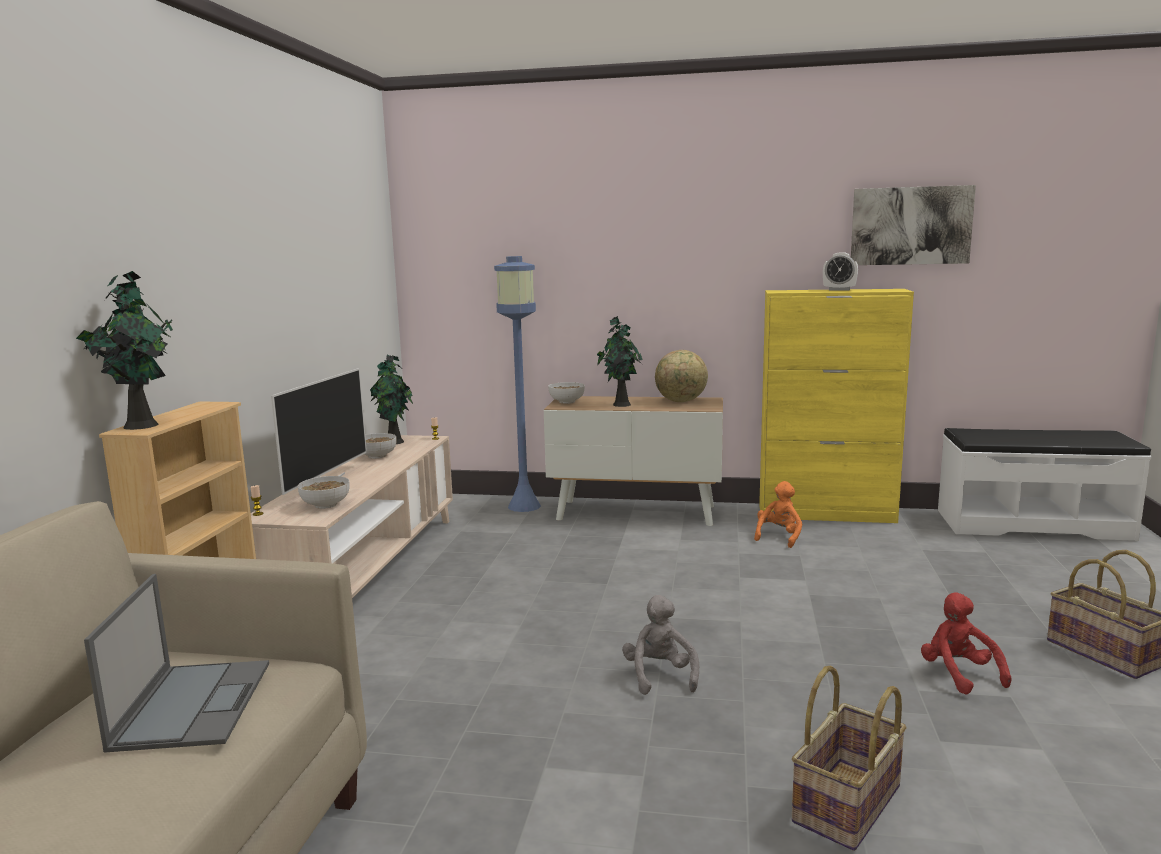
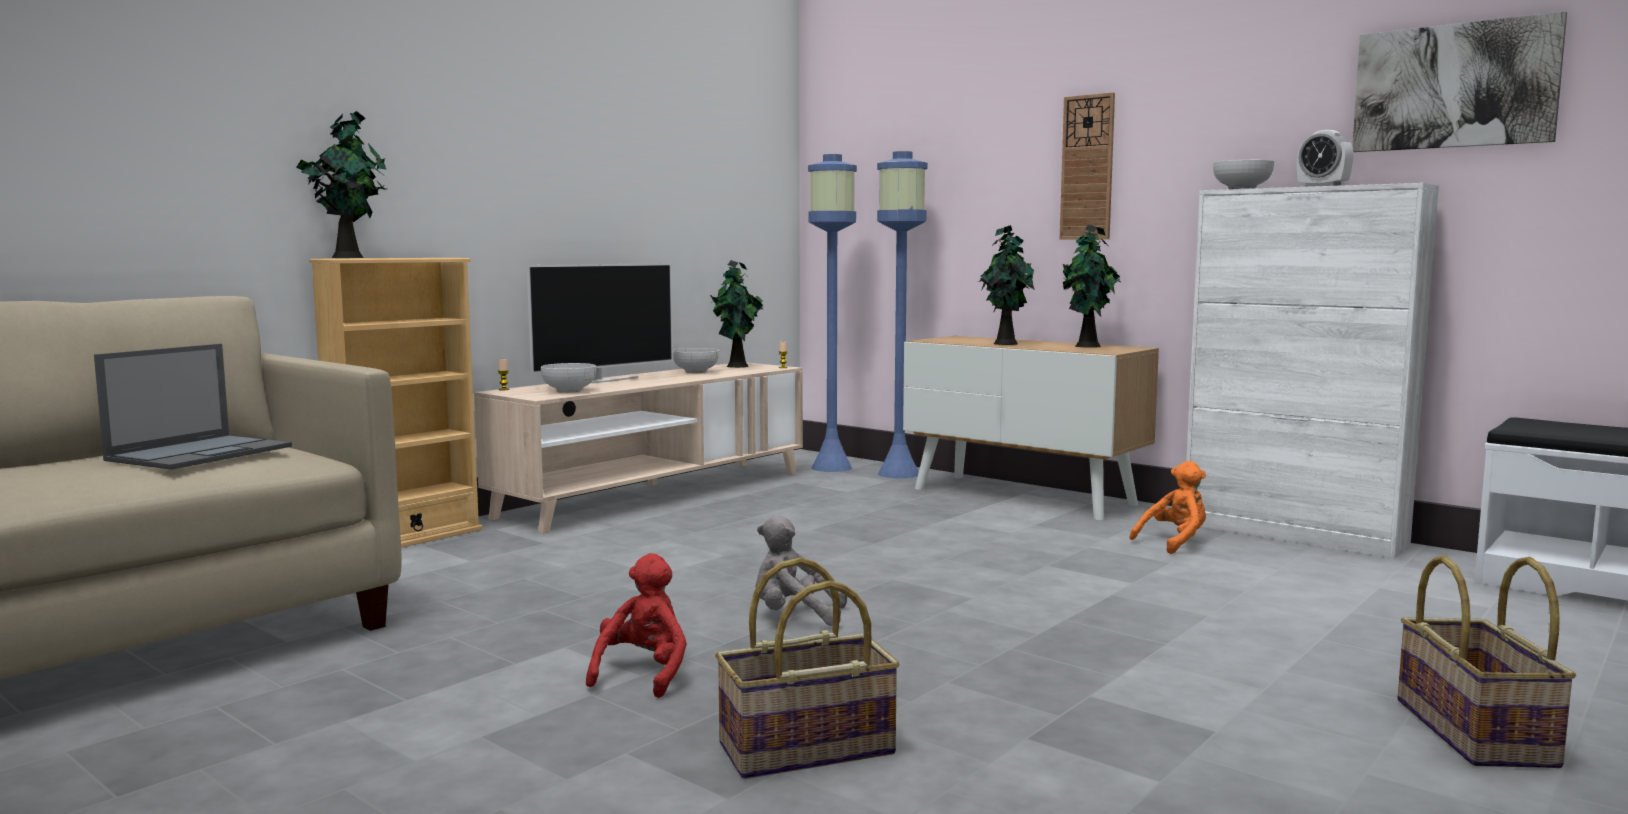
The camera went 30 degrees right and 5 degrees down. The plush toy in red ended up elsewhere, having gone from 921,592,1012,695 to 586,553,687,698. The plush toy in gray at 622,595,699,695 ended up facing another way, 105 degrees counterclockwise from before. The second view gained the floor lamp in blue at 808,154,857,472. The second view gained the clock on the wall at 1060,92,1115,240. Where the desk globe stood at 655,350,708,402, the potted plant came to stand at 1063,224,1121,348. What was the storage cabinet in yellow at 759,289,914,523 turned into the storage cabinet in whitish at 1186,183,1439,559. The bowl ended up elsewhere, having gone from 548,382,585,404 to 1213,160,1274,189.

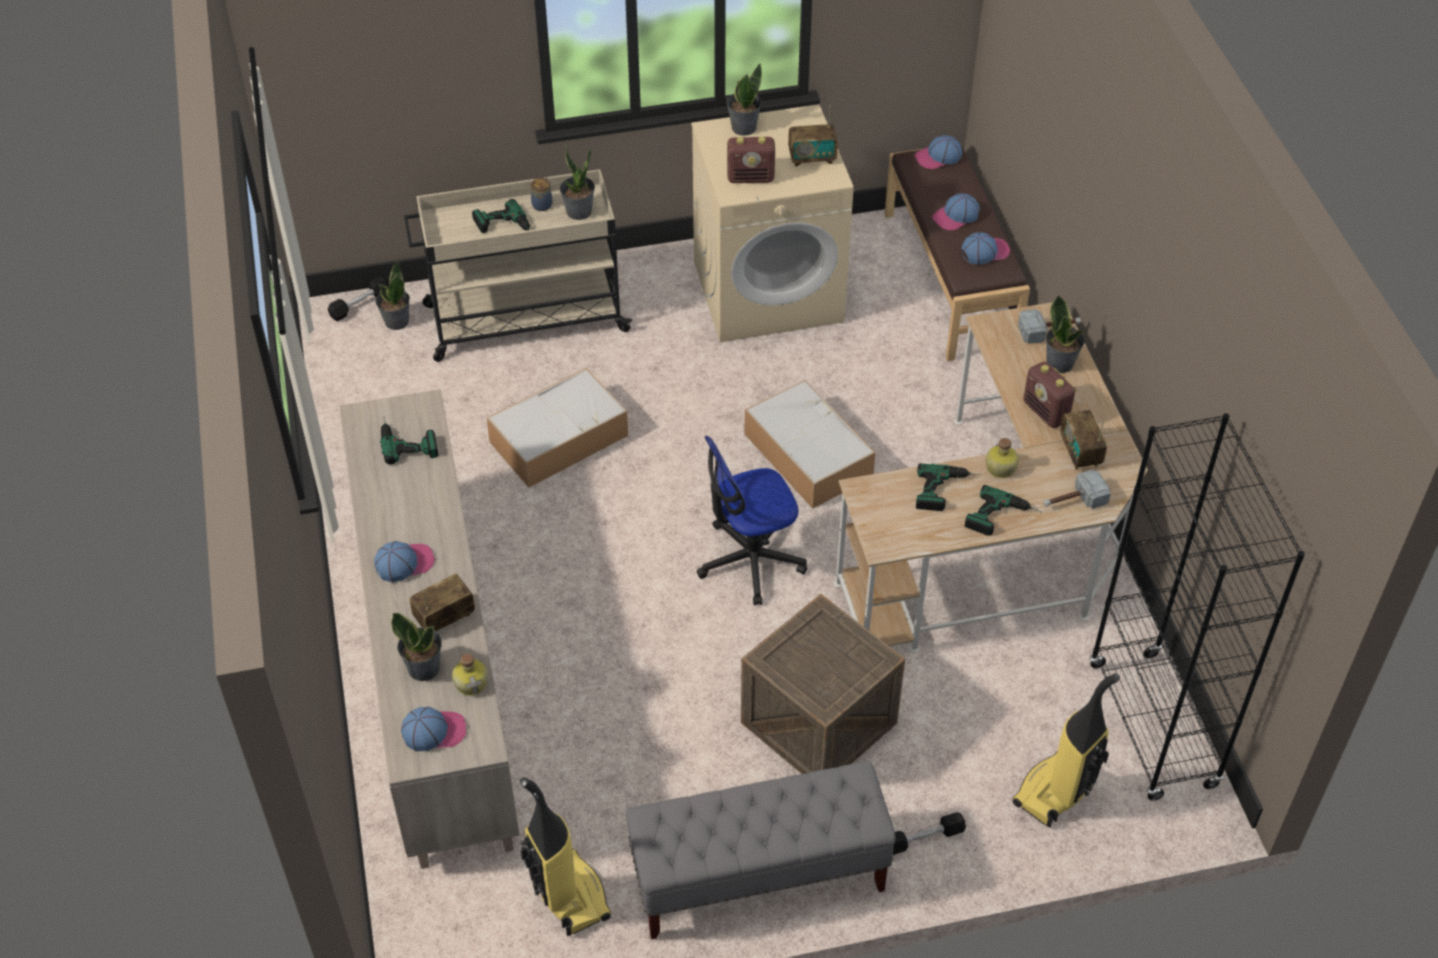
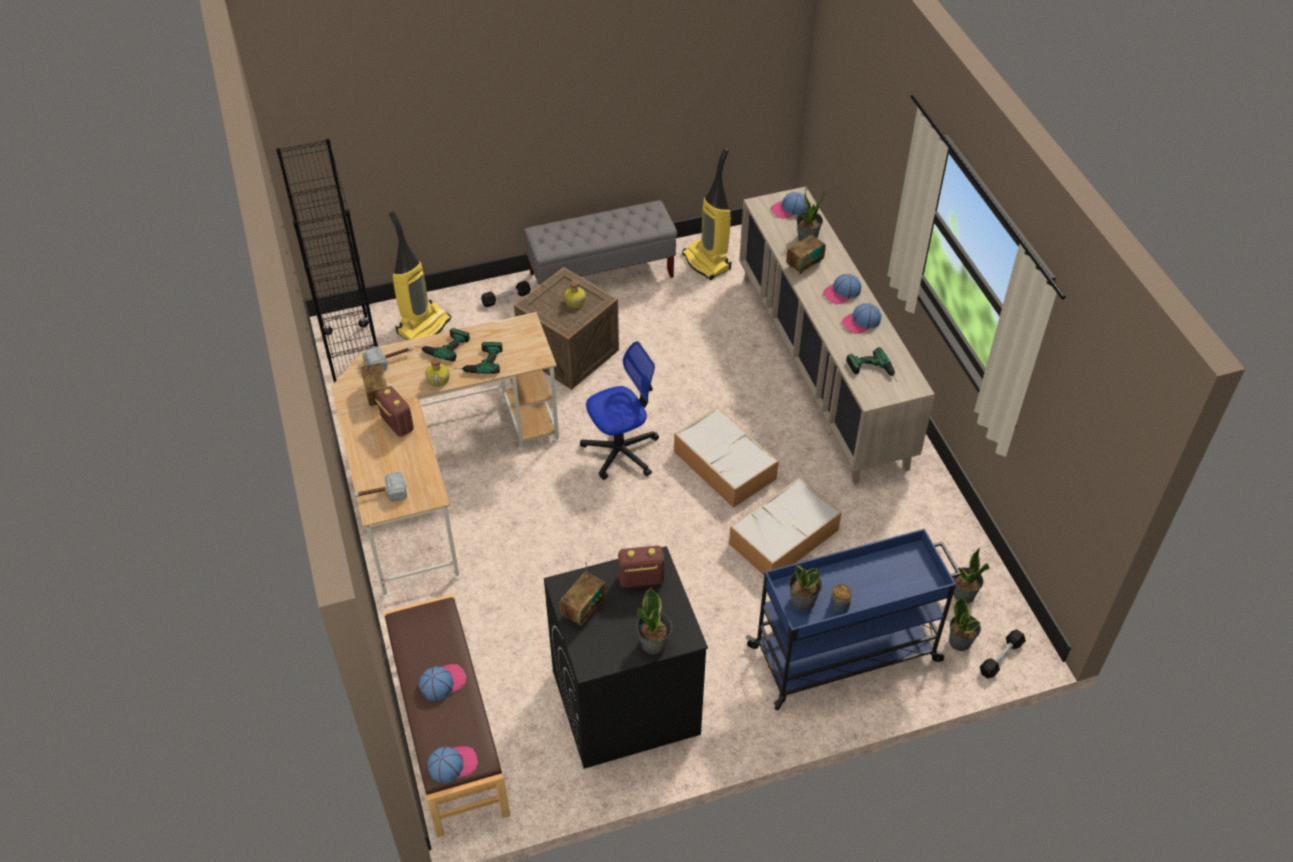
The camera went 175 degrees right and 0 degrees up. What was the laundry appliance in beige-coloured at 691,104,854,342 turned into the laundry appliance in blackish at 544,546,708,769. The radio set at 788,106,838,166 ended up facing another way, 135 degrees clockwise from before. The beverage bottle ended up elsewhere, having gone from 452,653,488,696 to 564,281,586,308. The storage container ended up elsewhere, having gone from 744,380,876,509 to 674,407,779,508. What was the wheeled cart in beige-coloured at 404,169,633,362 turned into the wheeled cart in blue at 745,529,961,710. The baseball cap ended up elsewhere, having gone from 961,232,1010,265 to 842,303,882,334. The potted plant ended up elsewhere, having gone from 1046,295,1085,373 to 953,548,989,604. The second view lost the drill at 472,199,530,233.

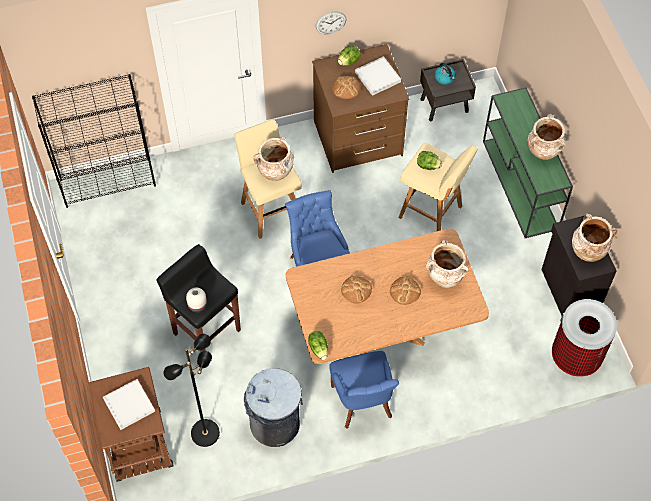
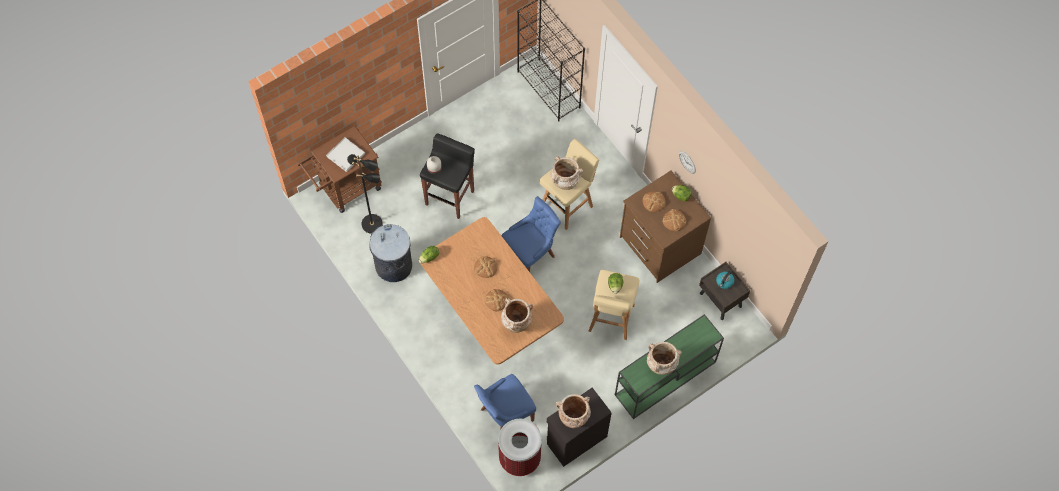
The camera went 70 degrees right and 5 degrees up. The upright chair in blue ended up elsewhere, having gone from 330,351,399,429 to 474,374,536,430. Where the serving tray in whitish stood at 355,56,401,96, the baked bread came to stand at 663,209,686,231.

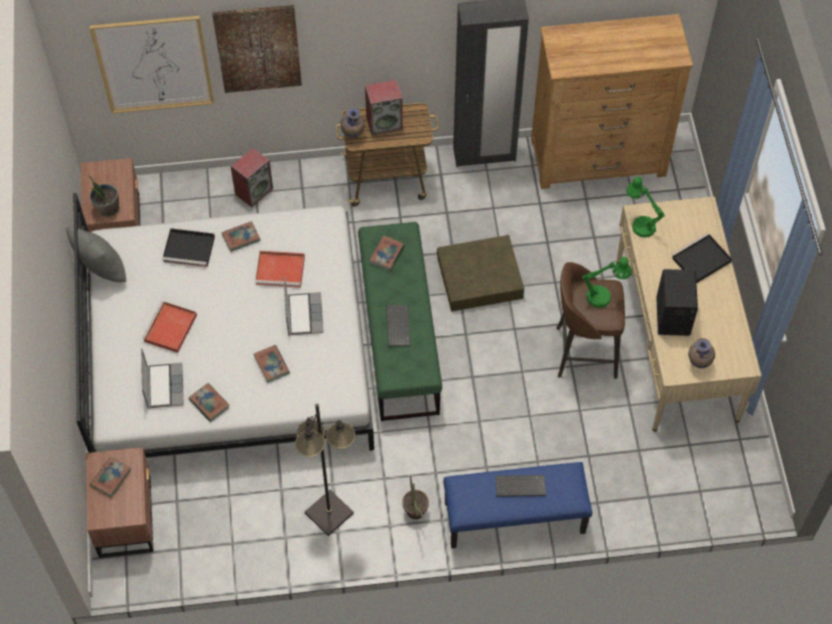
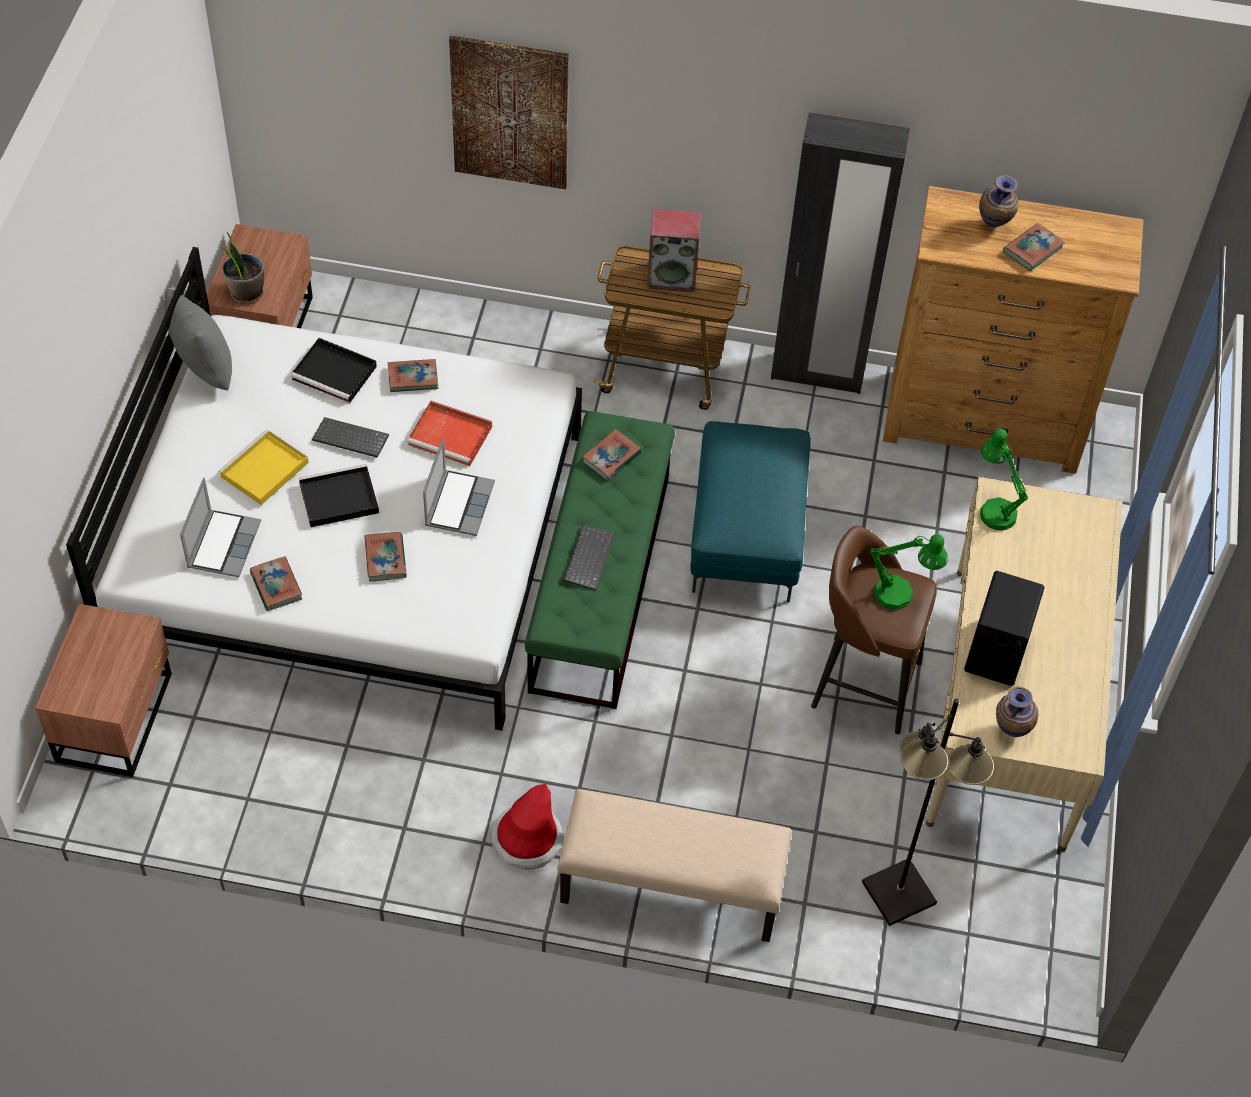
The camera went 15 degrees right and 5 degrees down. What was the serving tray in red at 142,301,197,353 turned into the serving tray in yellow at 219,430,309,505. The serving tray in blackish ended up elsewhere, having gone from 672,233,732,283 to 299,464,379,527. The computer keyboard ended up elsewhere, having gone from 495,475,546,497 to 312,417,389,458. Where the potted plant stood at 402,475,429,519, the clothing hat came to stand at 491,784,564,870. What was the long seat in blue at 443,462,592,548 turned into the long seat in beige-coloured at 557,789,792,942. Where the storage container in brownish stood at 437,235,524,312, the pouffe in turquoise came to stand at 690,421,810,602. The floor lamp in blackish ended up elsewhere, having gone from 295,404,355,536 to 862,698,994,926. The vase ended up elsewhere, having gone from 341,107,365,138 to 979,175,1018,227. The volume ended up elsewhere, having gone from 90,457,131,497 to 1003,223,1065,271. The second view lost the wall art at 90,16,214,114. The second view lost the speaker at 231,148,273,208.

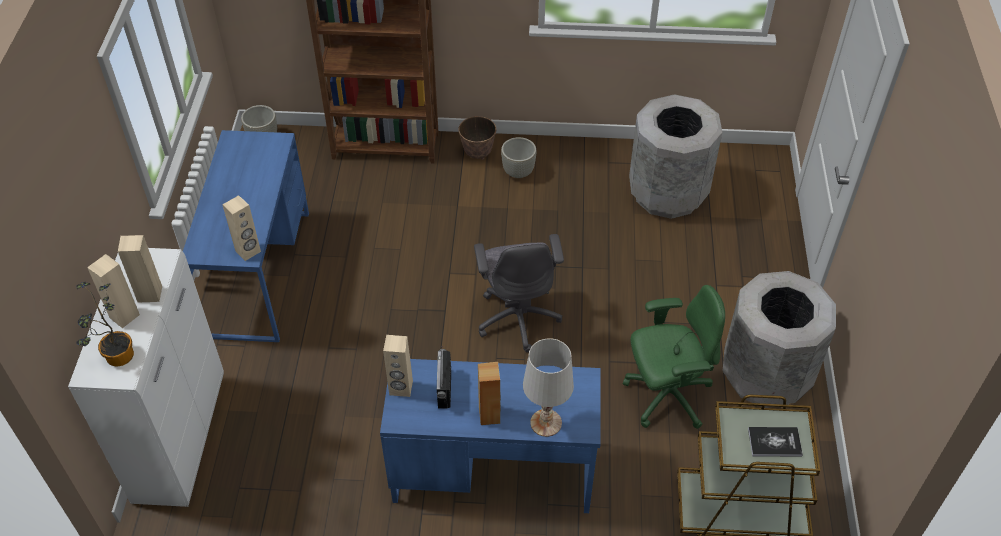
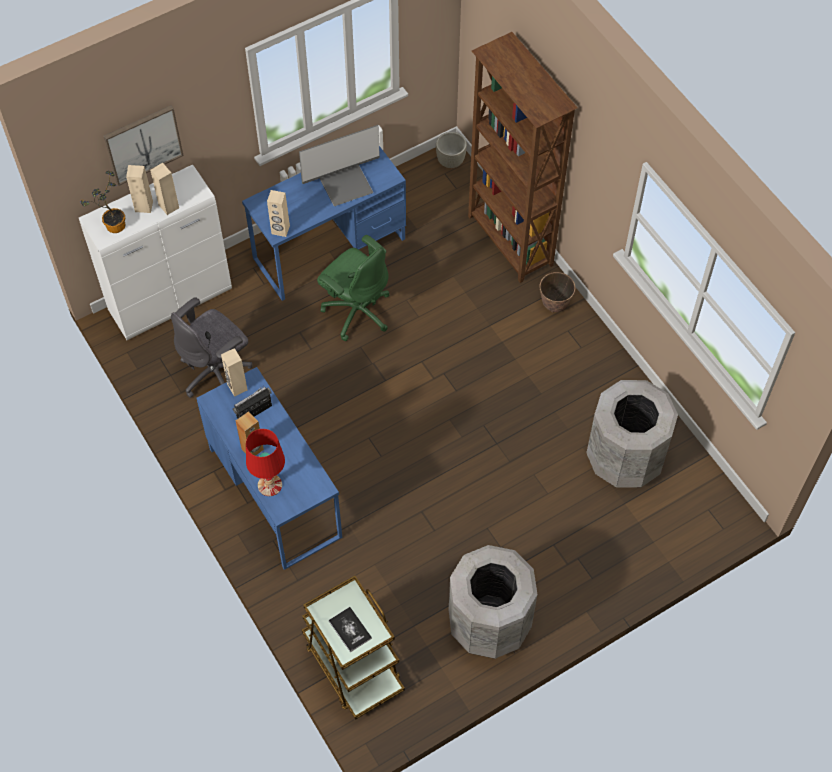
The camera went 55 degrees right and 10 degrees up. The second view gained the wall art at 104,105,184,186. The office chair in gray ended up elsewhere, having gone from 474,234,564,352 to 171,297,253,398. What was the lamp for a table in whitish at 523,338,574,437 turned into the lamp for a table in red at 246,429,285,496. The second view gained the monitor at 299,125,380,206. The office chair in greenish ended up elsewhere, having gone from 623,285,725,429 to 317,235,389,341. The second view lost the plant pot in gray at 501,137,537,178.

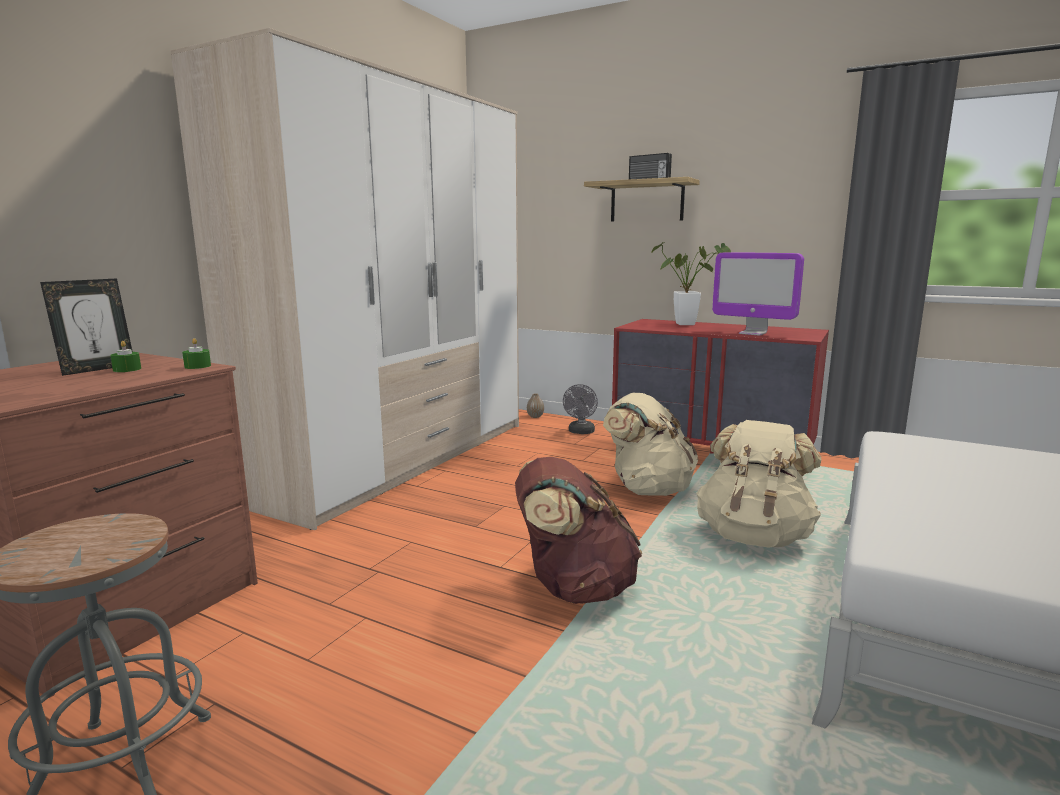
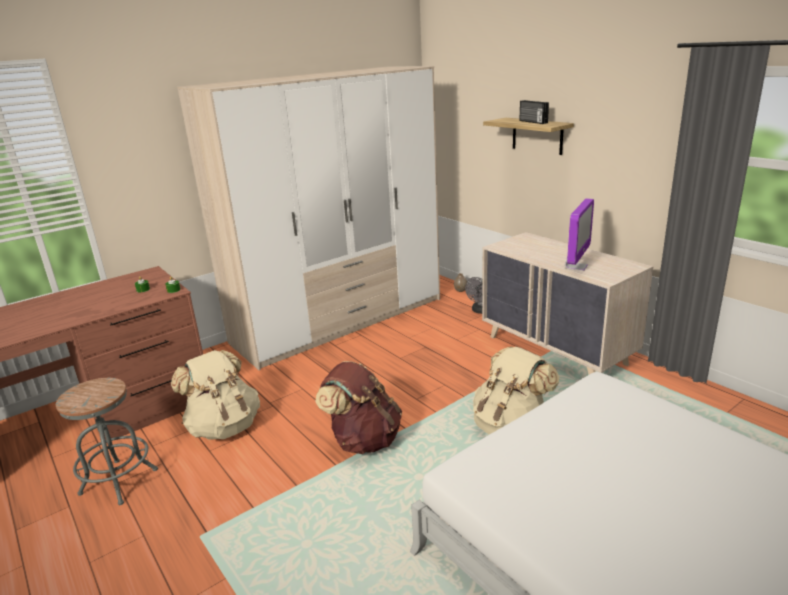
The camera went 25 degrees right and 10 degrees up. The rucksack in beige-coloured ended up elsewhere, having gone from 603,393,698,496 to 171,350,260,440. What was the drawer chest in red at 612,319,829,454 turned into the drawer chest in beige-coloured at 482,232,654,374. The monitor at 712,252,804,336 ended up facing another way, 120 degrees counterclockwise from before. The second view lost the picture frame at 40,279,133,376. The second view lost the potted plant at 652,242,731,325.

